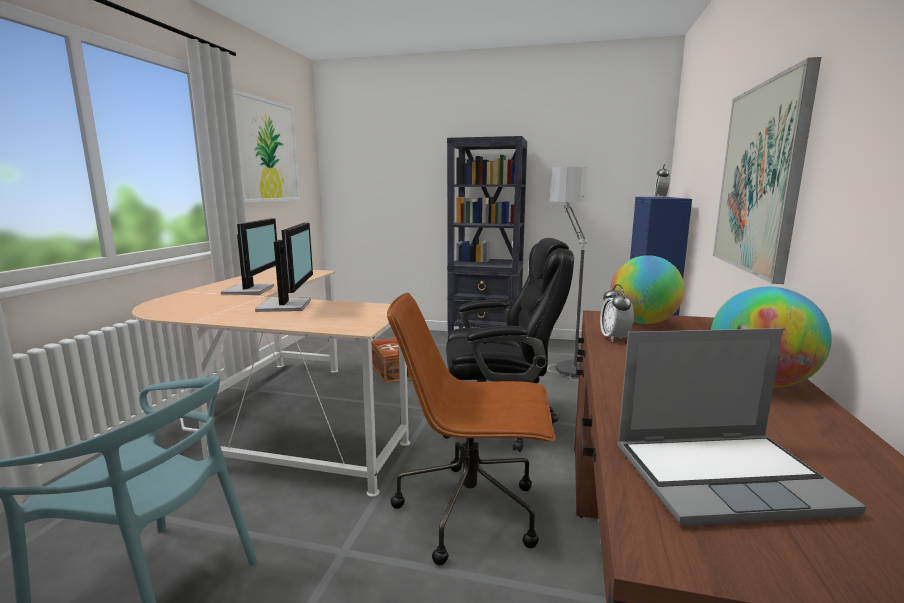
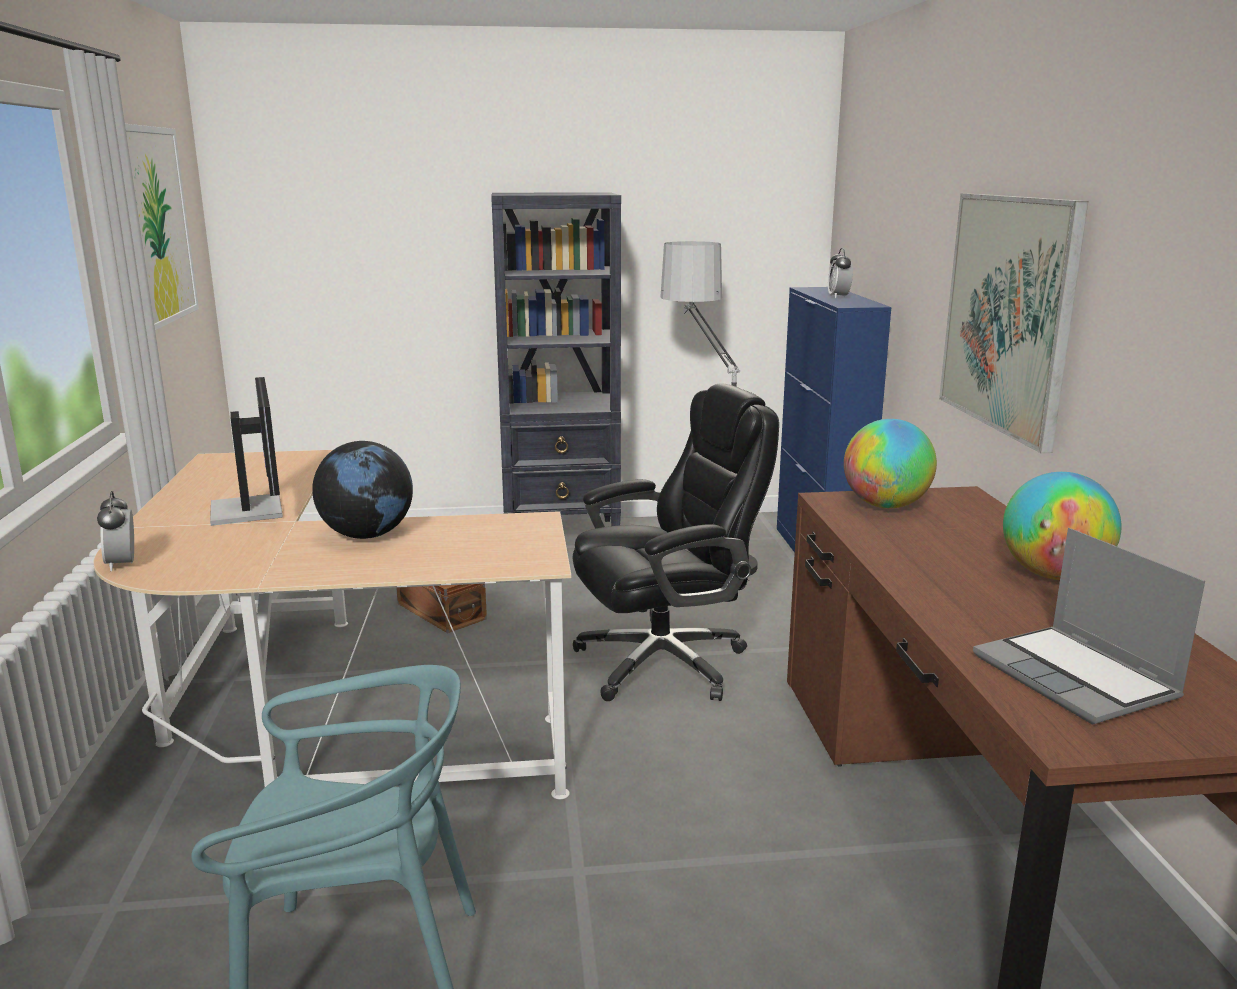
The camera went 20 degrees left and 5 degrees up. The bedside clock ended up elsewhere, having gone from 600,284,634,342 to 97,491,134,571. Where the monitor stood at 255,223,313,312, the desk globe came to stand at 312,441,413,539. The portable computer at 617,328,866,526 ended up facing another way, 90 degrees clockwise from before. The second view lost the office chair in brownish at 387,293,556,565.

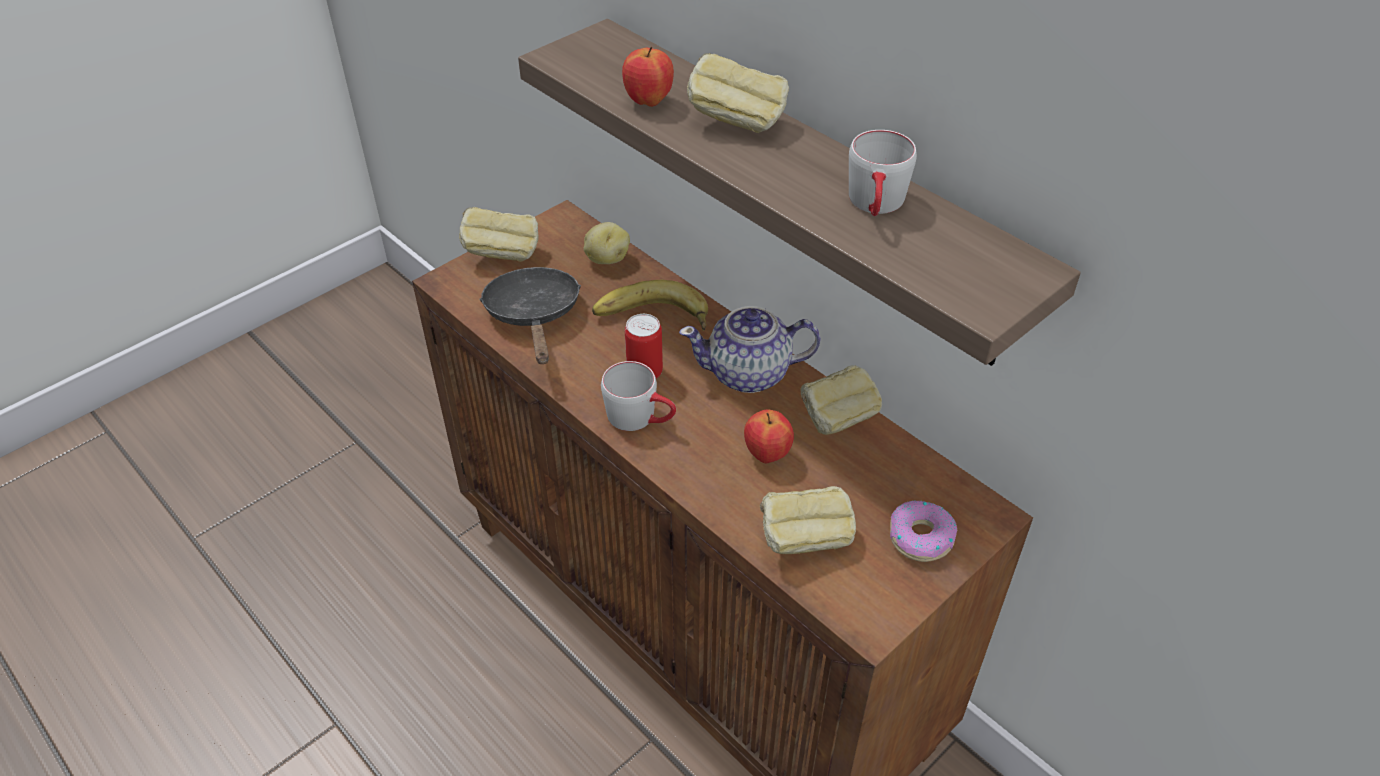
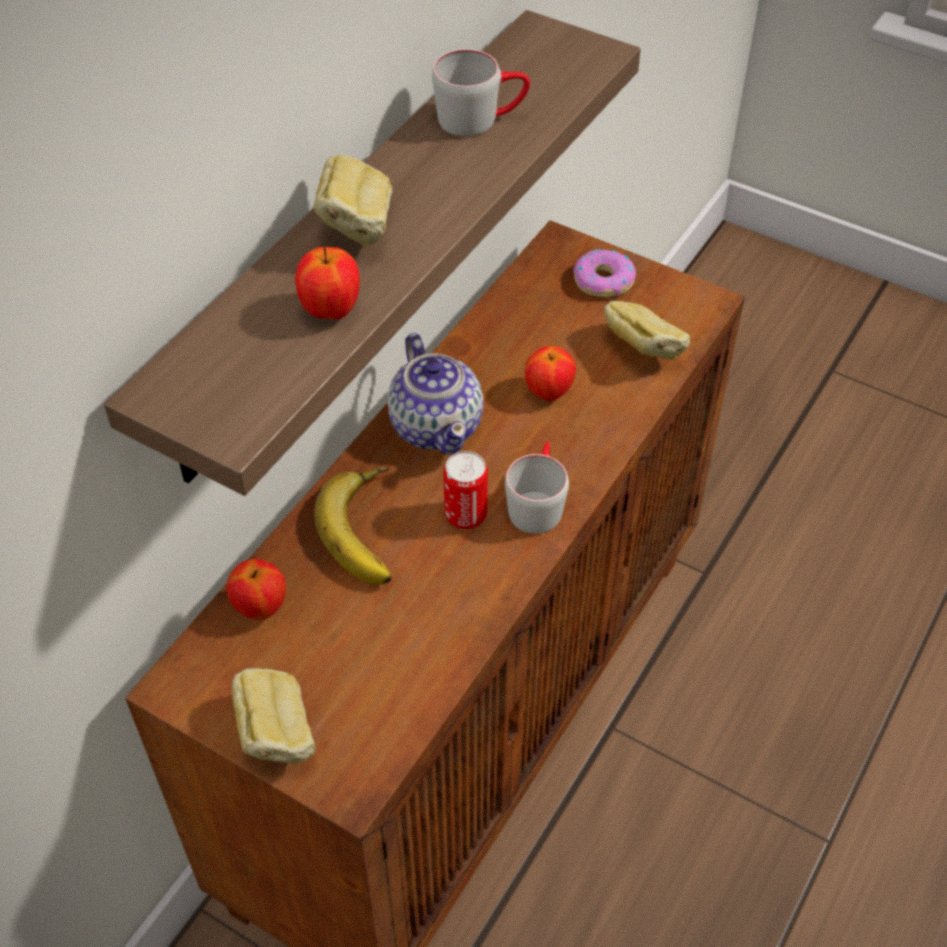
The camera went 105 degrees left and 5 degrees up. Where the whole potato stood at 584,222,630,264, the apple came to stand at 226,559,286,621. The second view lost the frying pan in blackish at 480,267,581,364. The second view lost the baked bread at 800,365,882,435.

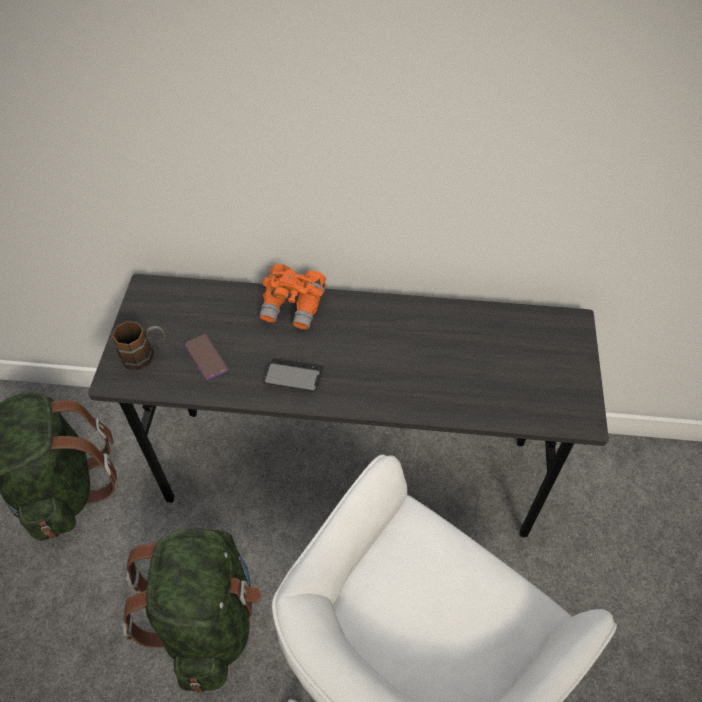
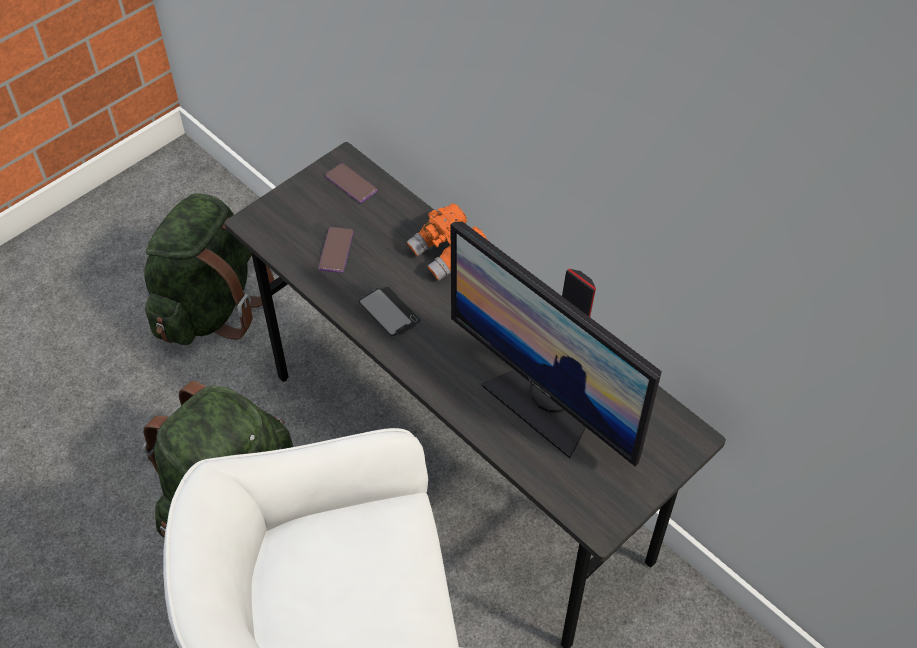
The camera went 40 degrees right and 0 degrees up. The second view gained the handset at 325,163,377,203. The second view gained the monitor at 450,222,662,467. The second view lost the tea mug in brownish at 112,321,165,370.

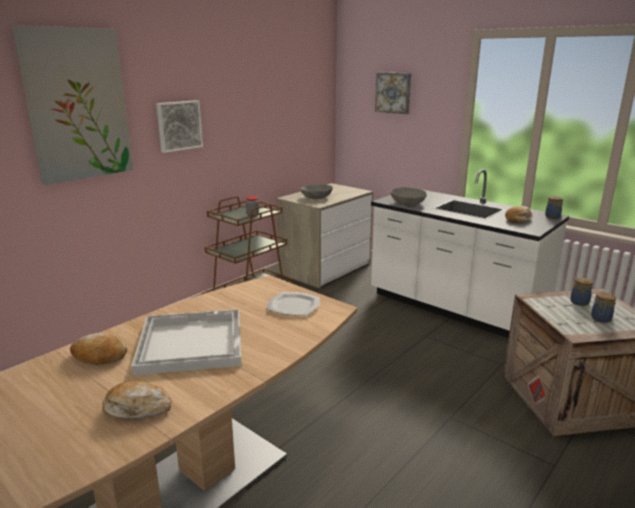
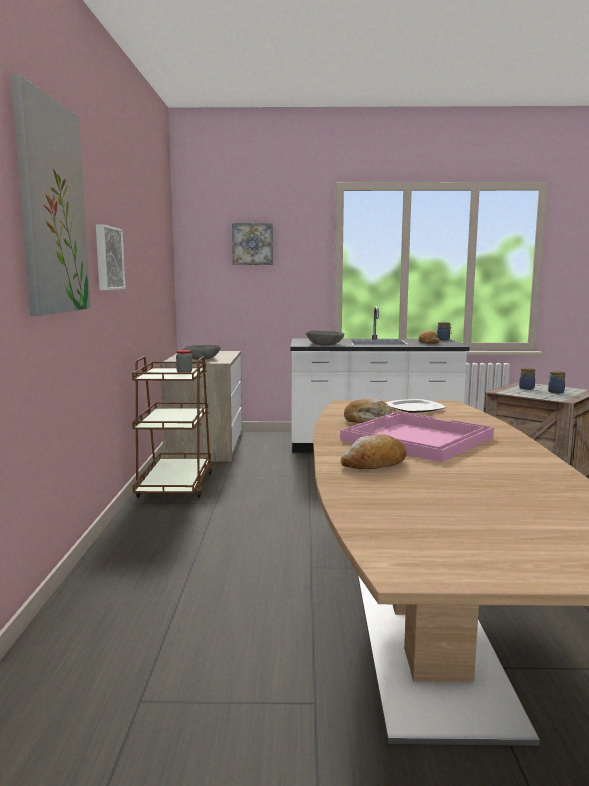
The camera went 40 degrees left and 10 degrees down. What was the serving tray in whitish at 131,309,242,375 turned into the serving tray in pinkish at 340,411,494,462. The baked bread ended up elsewhere, having gone from 102,381,172,419 to 344,398,392,423.

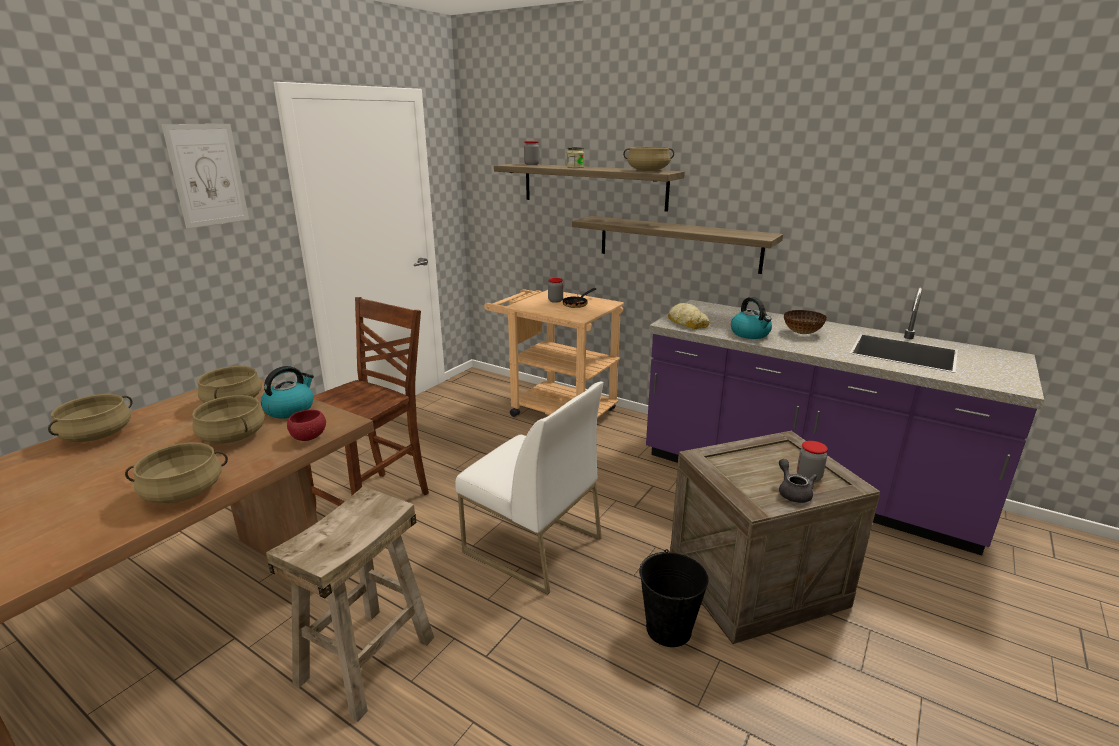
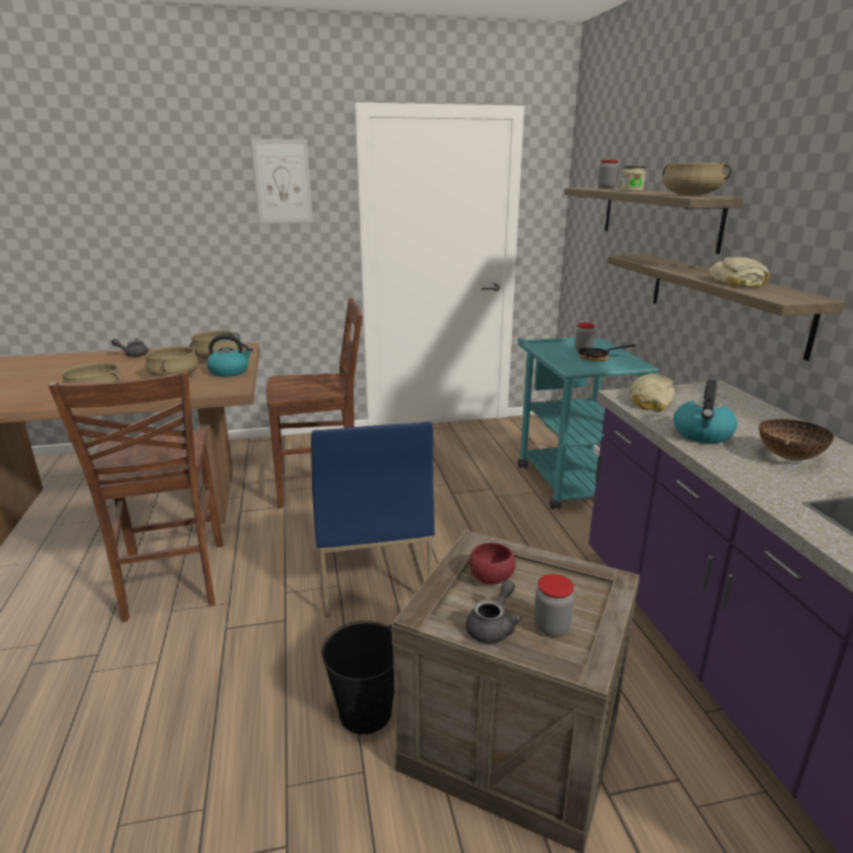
The camera went 45 degrees right and 0 degrees up. Where the sitting stool in beige-coloured stood at 266,486,434,722, the upright chair in brownish came to stand at 48,371,223,622. Where the saucepot in beige-coloured stood at 48,394,132,442, the teapot in gray came to stand at 111,338,149,357. What was the upright chair in whitish at 455,382,603,594 turned into the upright chair in blue at 311,421,435,618. The bowl in red ended up elsewhere, having gone from 287,410,326,441 to 469,543,516,584. What was the wheeled cart in beige-coloured at 484,289,624,418 turned into the wheeled cart in turquoise at 518,337,659,509. The second view gained the baked bread at 707,257,770,287.

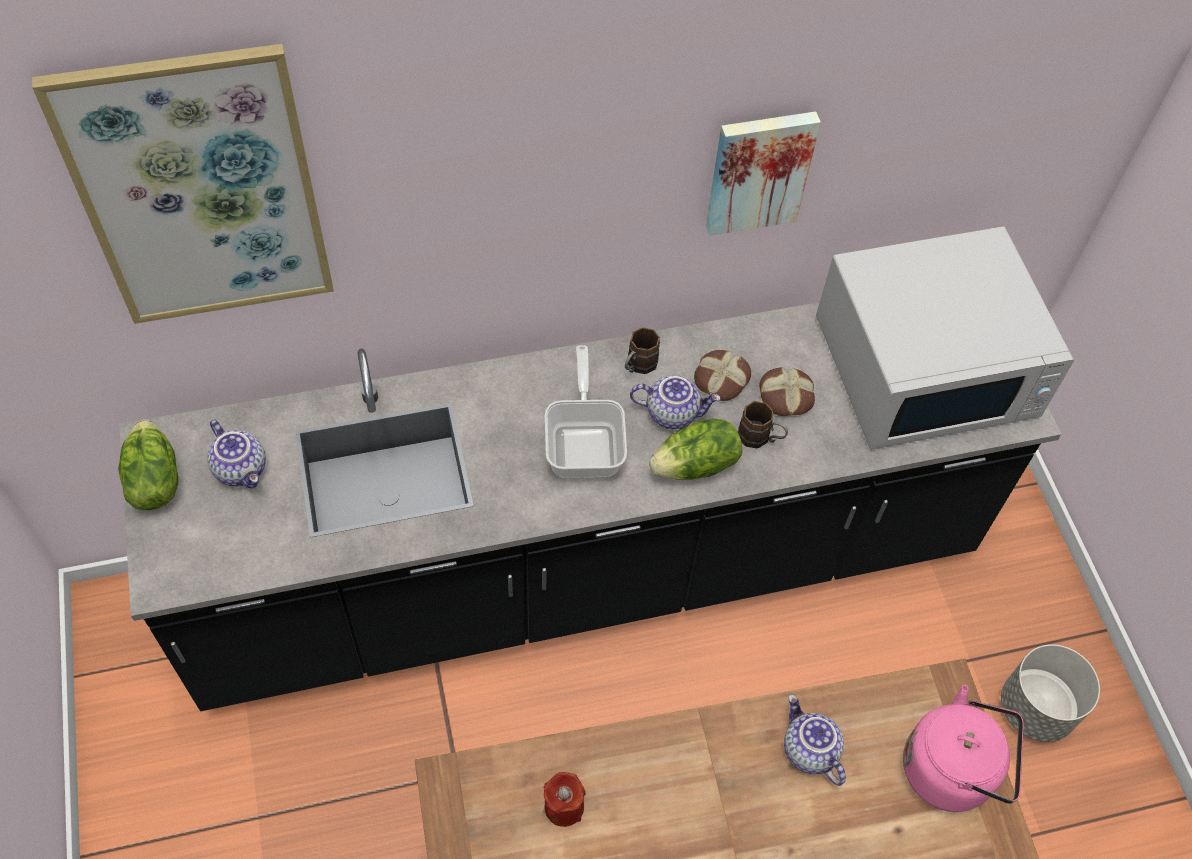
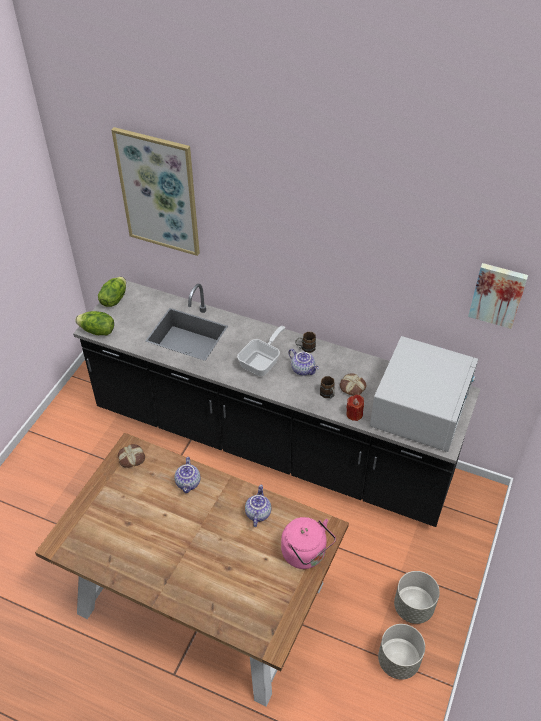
The camera went 40 degrees right and 10 degrees down. The lettuce ended up elsewhere, having gone from 649,419,742,480 to 75,311,114,335. The baked bread ended up elsewhere, having gone from 694,350,751,401 to 118,444,145,468. The teapot ended up elsewhere, having gone from 207,419,266,488 to 175,457,200,493. The wax candle in red ended up elsewhere, having gone from 544,772,586,827 to 346,394,364,421. The kitchen microwave in whitish at 816,227,1074,450 ended up facing another way, 90 degrees counterclockwise from before. The second view gained the plant pot in gray at 378,624,425,680. The wall art ended up elsewhere, having gone from 706,111,821,236 to 468,263,528,329.

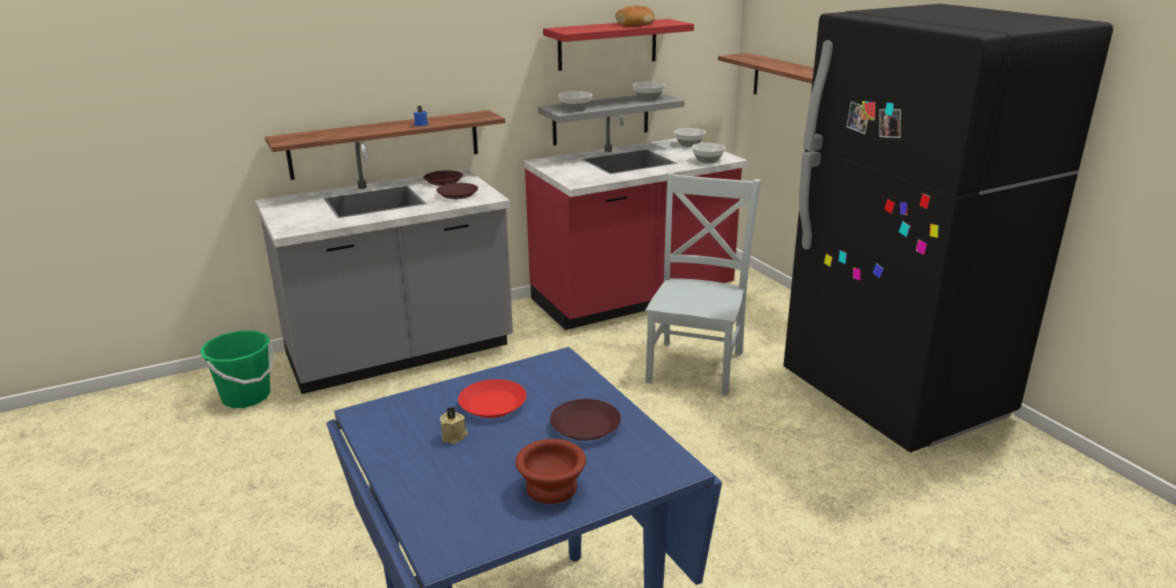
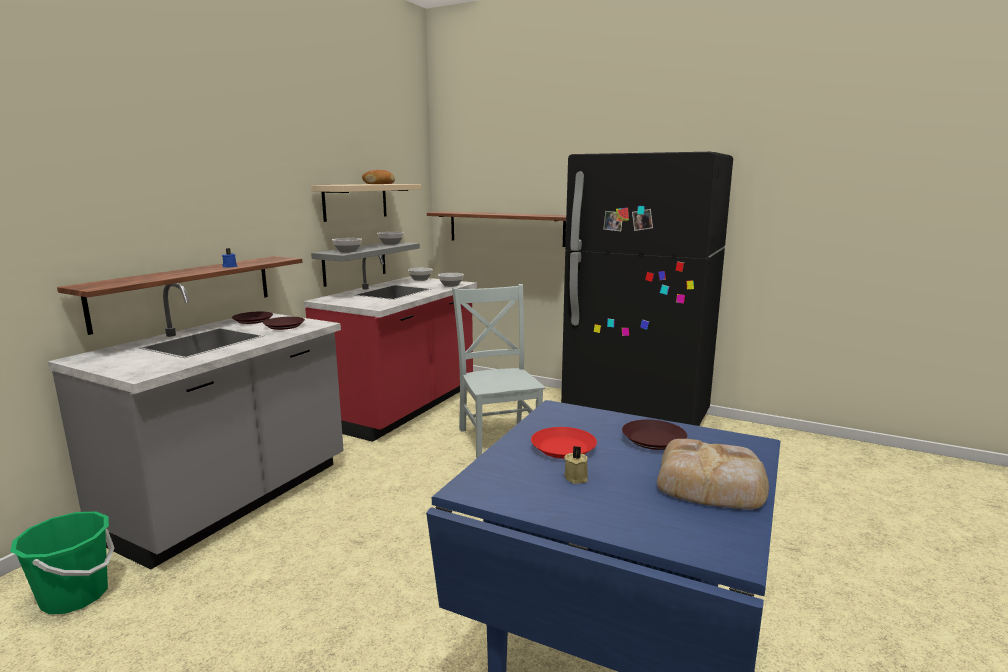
The camera went 35 degrees left and 10 degrees down. What was the bracket shelf in red at 543,19,694,71 turned into the bracket shelf in beige-coloured at 311,184,421,222. Where the bowl in brownish stood at 516,439,586,504, the baked bread came to stand at 657,439,769,509.

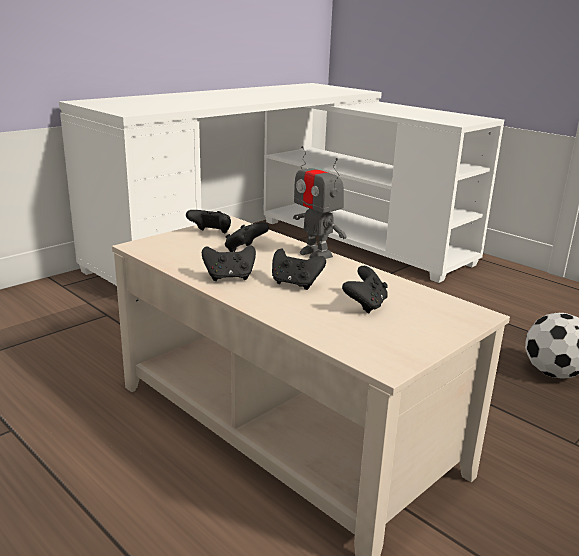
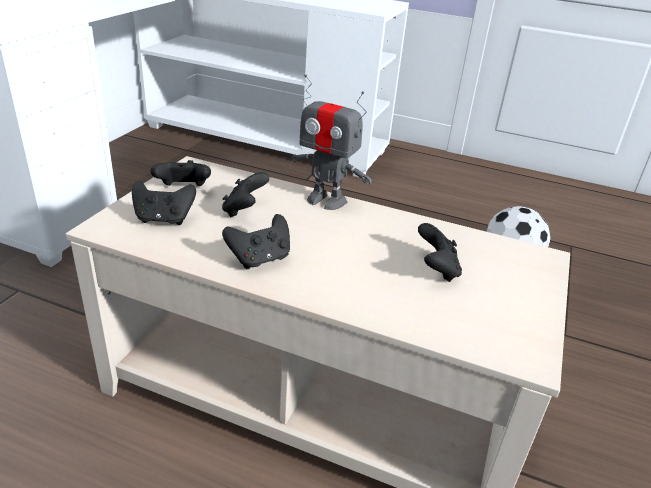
The camera went 25 degrees left and 10 degrees up. The gamepad in blackish ended up elsewhere, having gone from 272,249,326,290 to 132,181,196,225.

